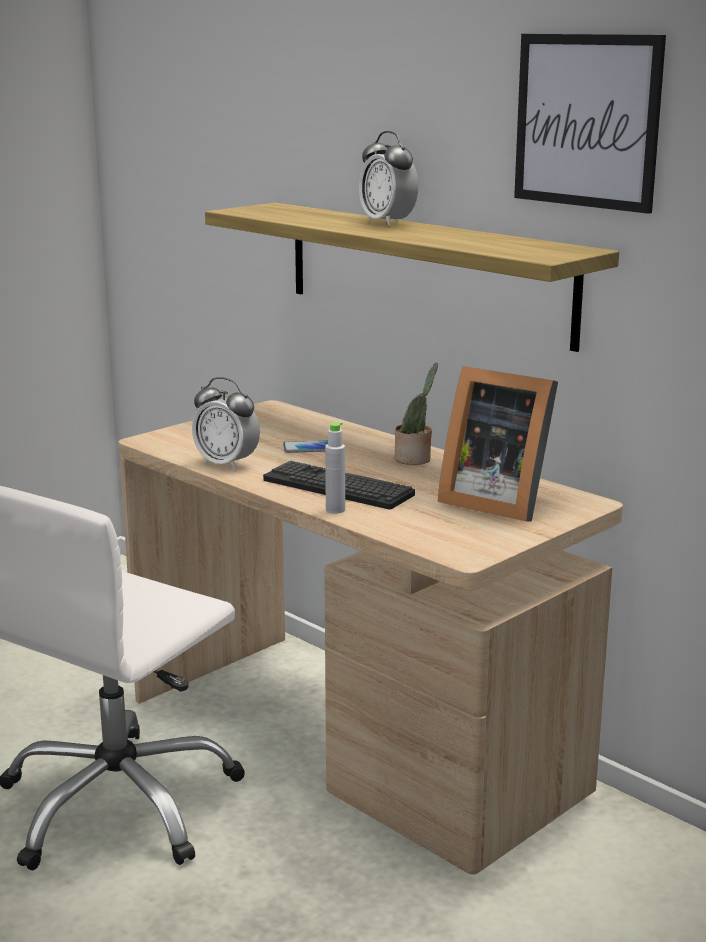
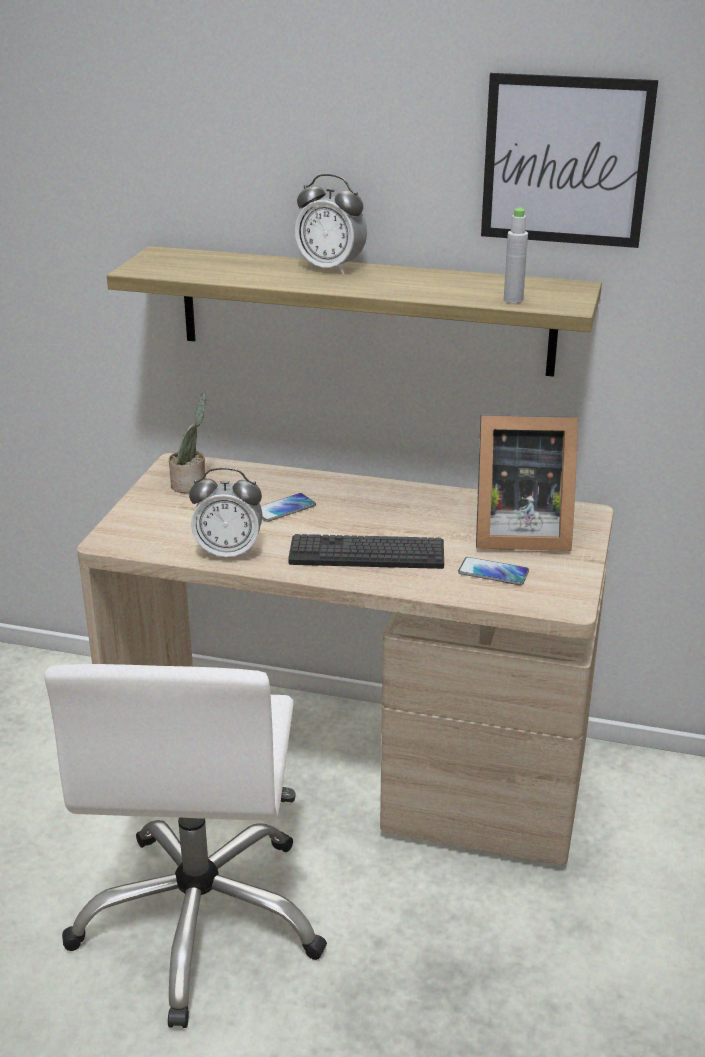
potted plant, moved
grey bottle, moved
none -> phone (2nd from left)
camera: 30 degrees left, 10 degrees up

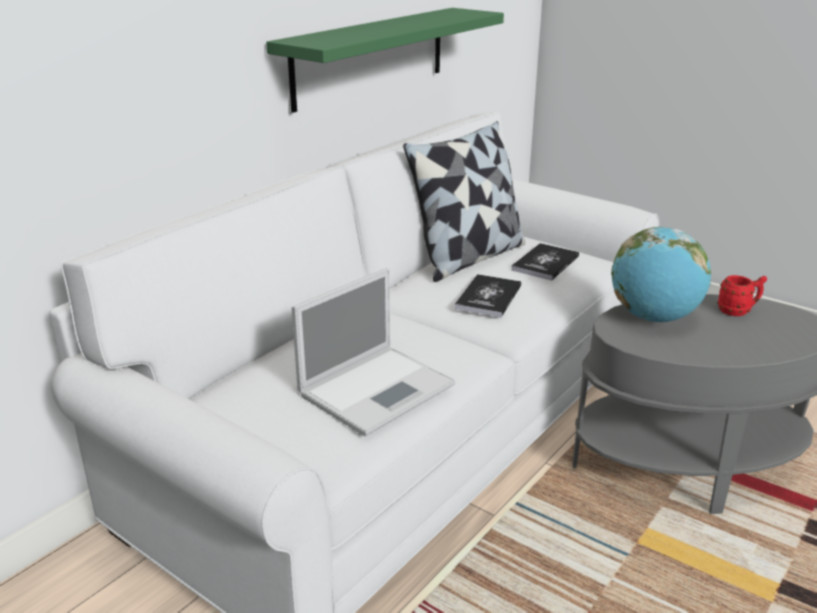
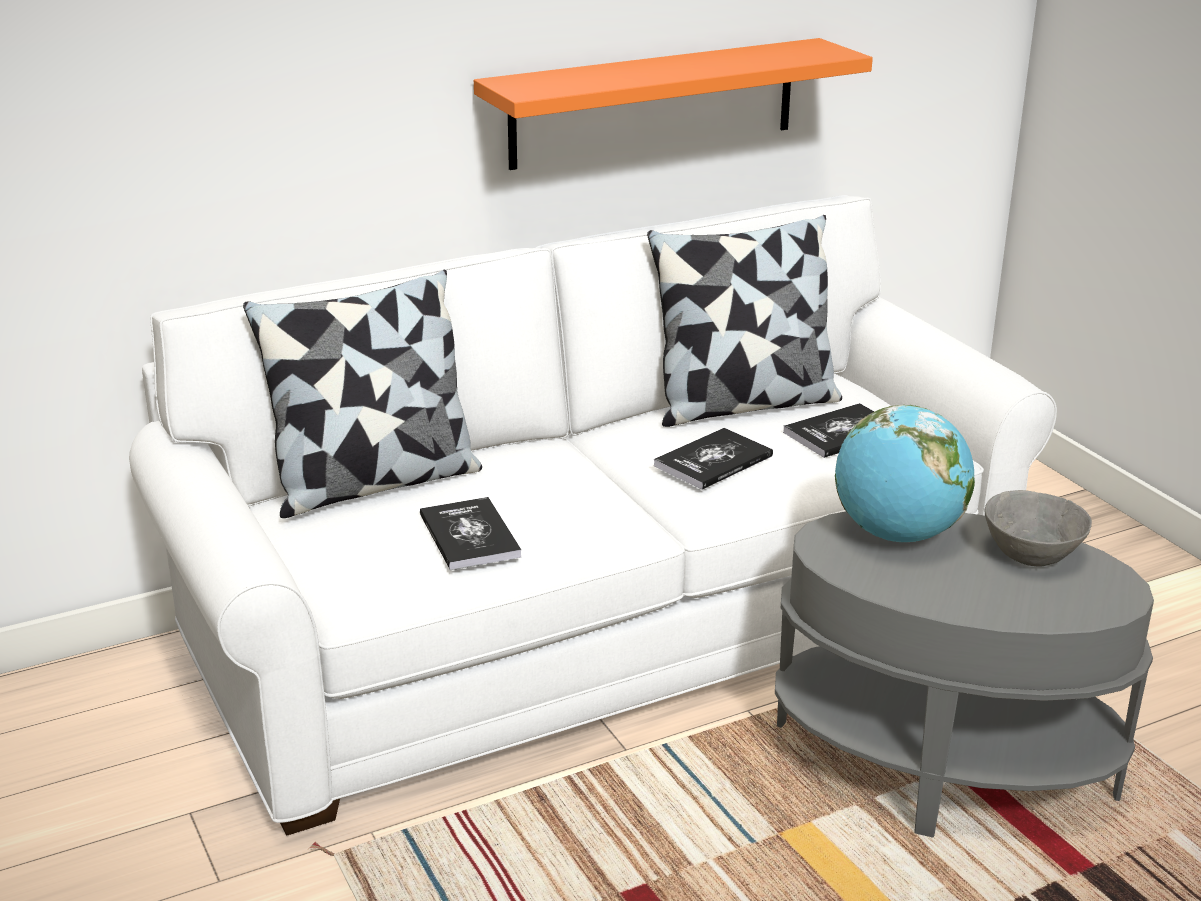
green shelf -> orange shelf
laptop -> book (1st from left)
red mug -> grey bowl
none -> pillow (1st from left)
camera: 25 degrees right, 0 degrees up

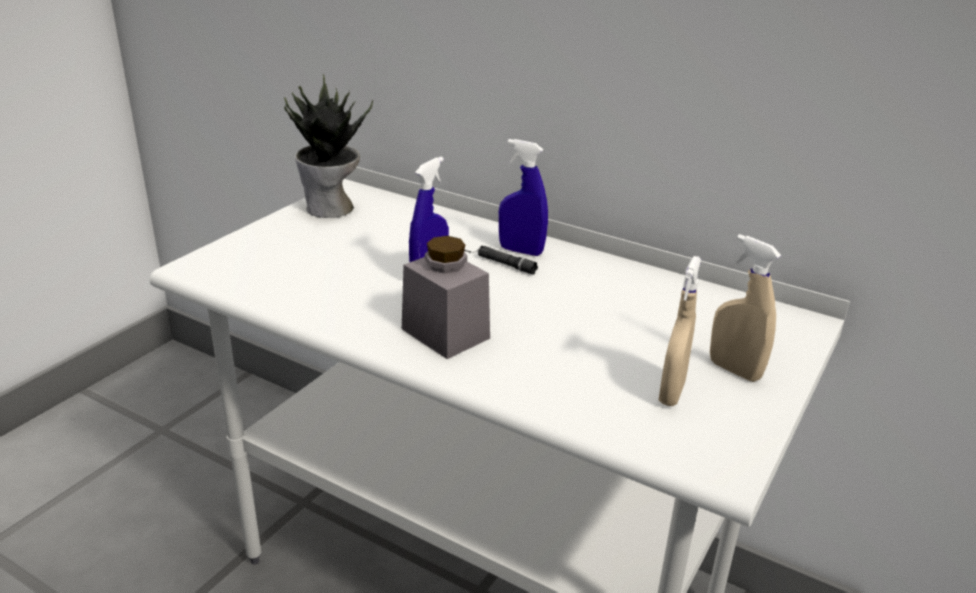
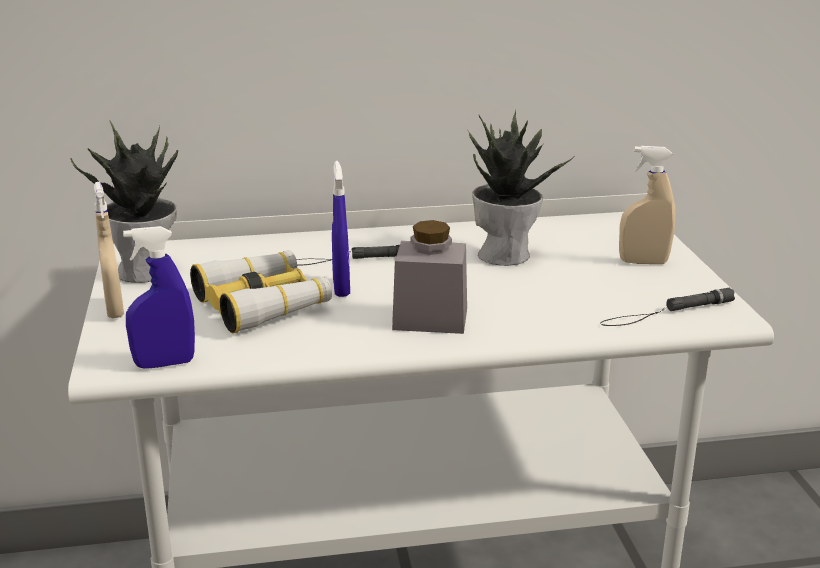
blue spray bottle (2nd from left in the first image) -> blue spray bottle (1st from left), moved
beige spray bottle (1st from left), moved
none -> potted plant (2nd from left)
none -> binoculars
none -> black flashlight (2nd from left)
camera: 40 degrees left, 5 degrees down

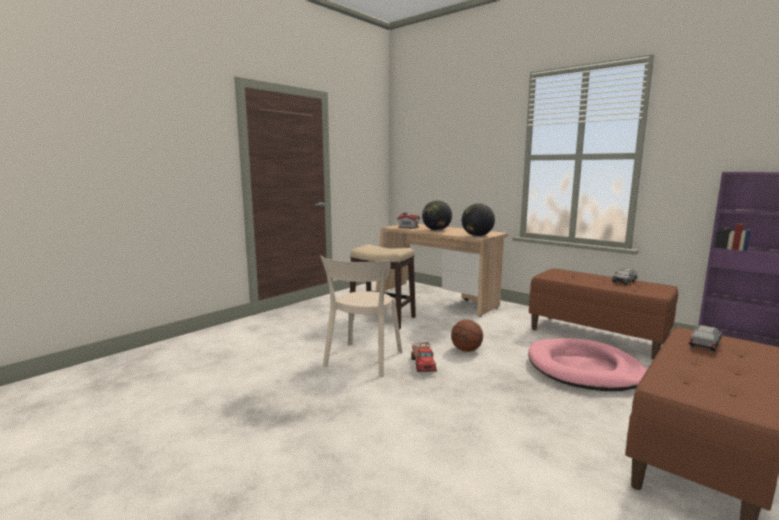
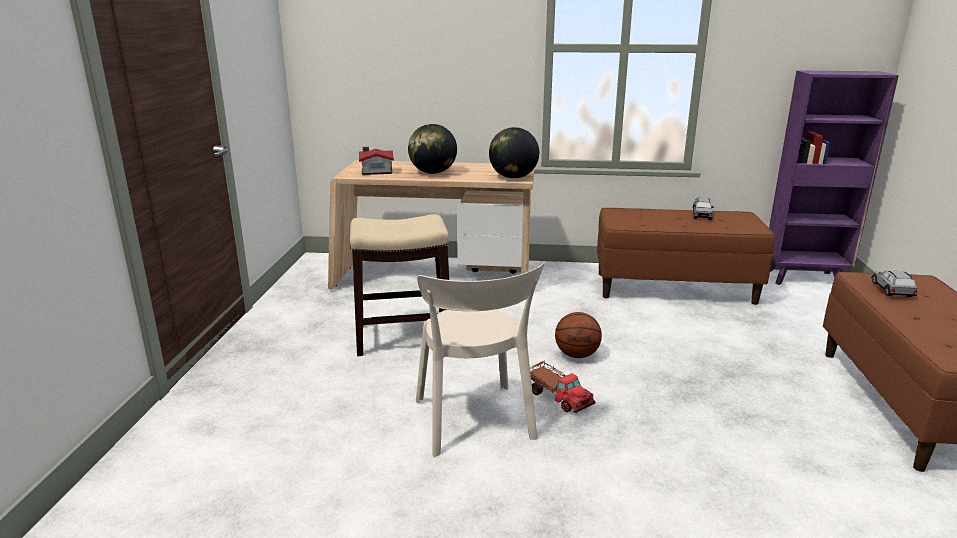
pink dog bed -> none
camera: 35 degrees left, 10 degrees up

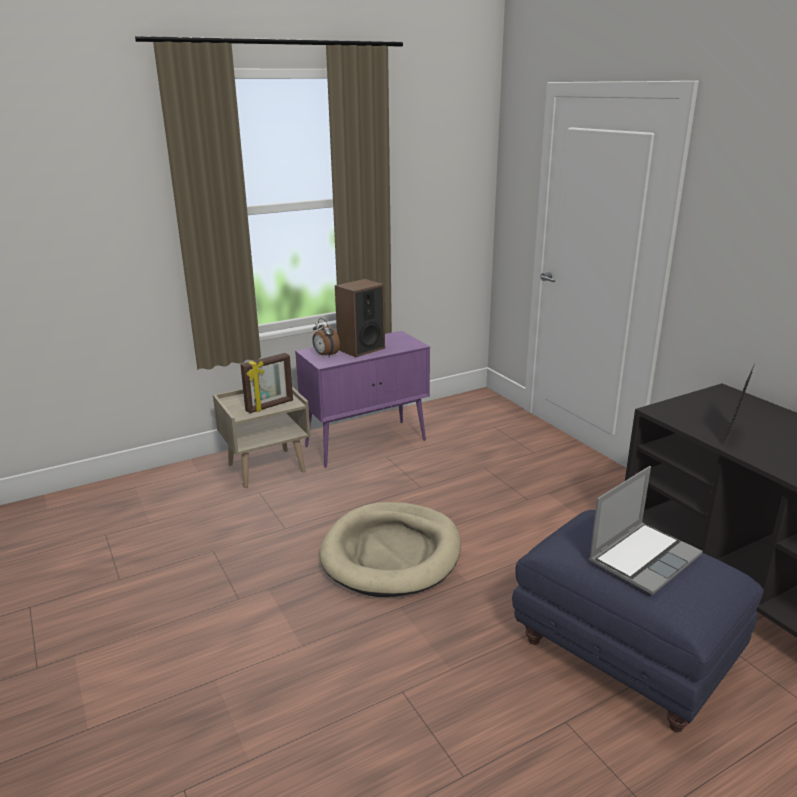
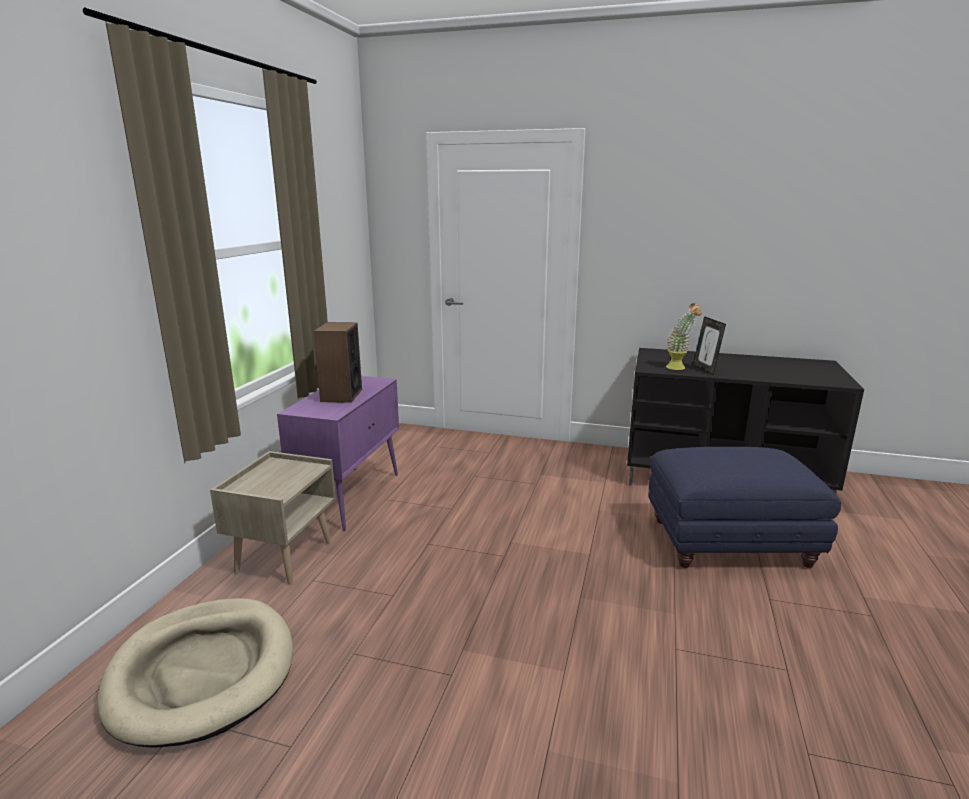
alarm clock -> none
picture frame (1st from left) -> none
laptop -> none
beige dog bed, moved
none -> potted plant
camera: 45 degrees left, 5 degrees down

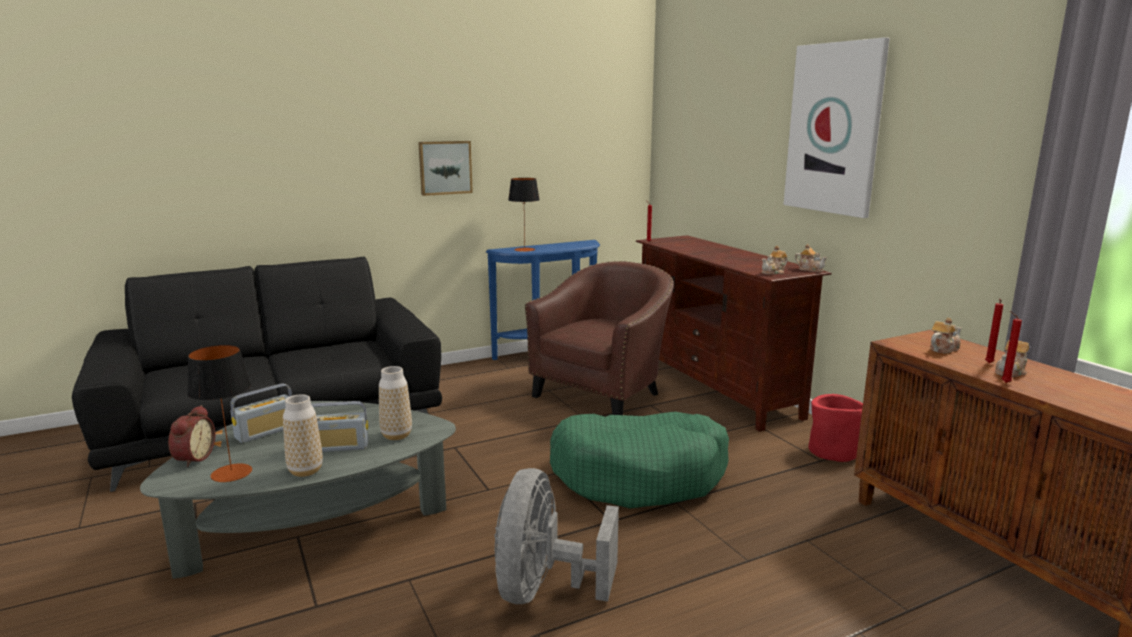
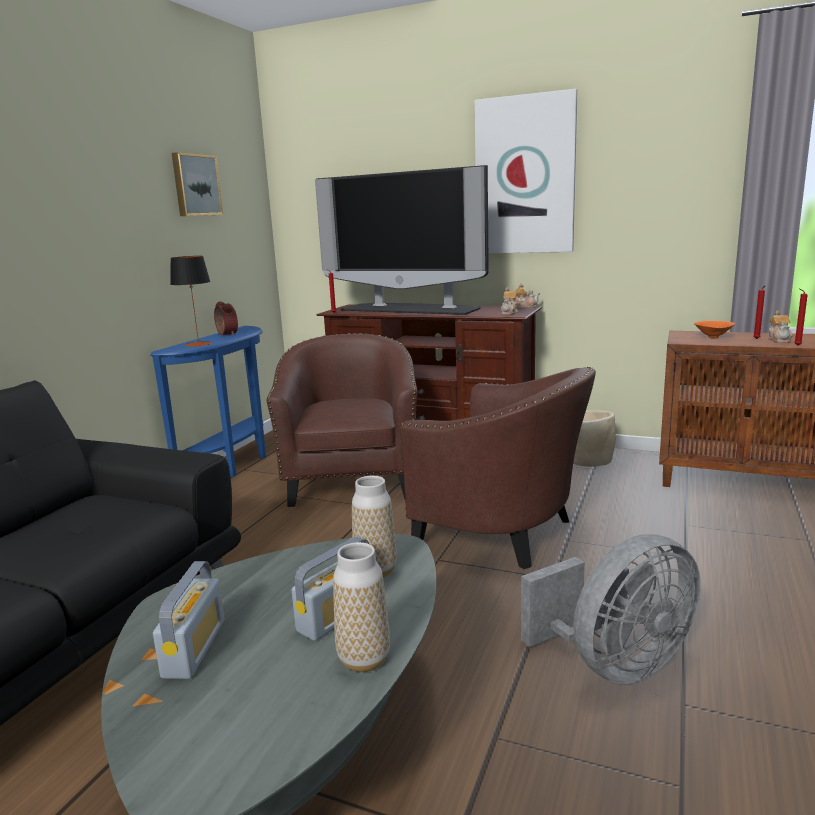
picture (1st from left), moved
teapot (3rd from left) -> orange bowl
table lamp (1st from left) -> none
red planter -> beige planter
alarm clock, moved
green dog bed -> brown armchair (2nd from left)
grey fan, 90 degrees counterclockwise
none -> television
camera: 40 degrees left, 0 degrees up

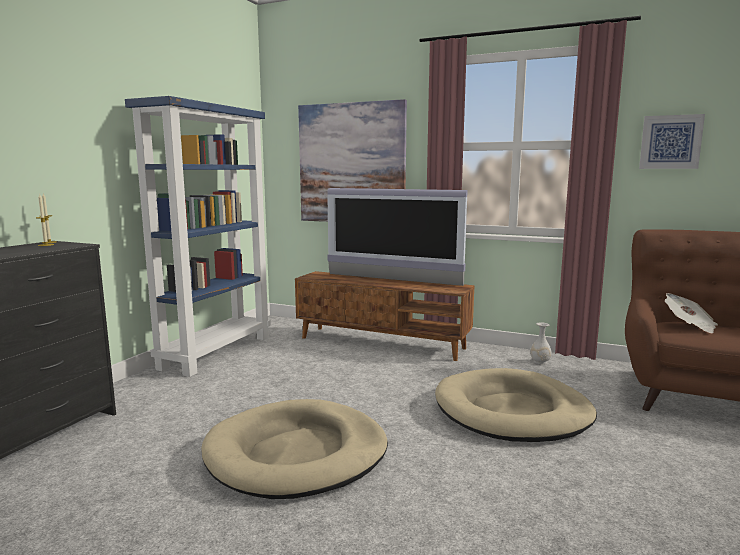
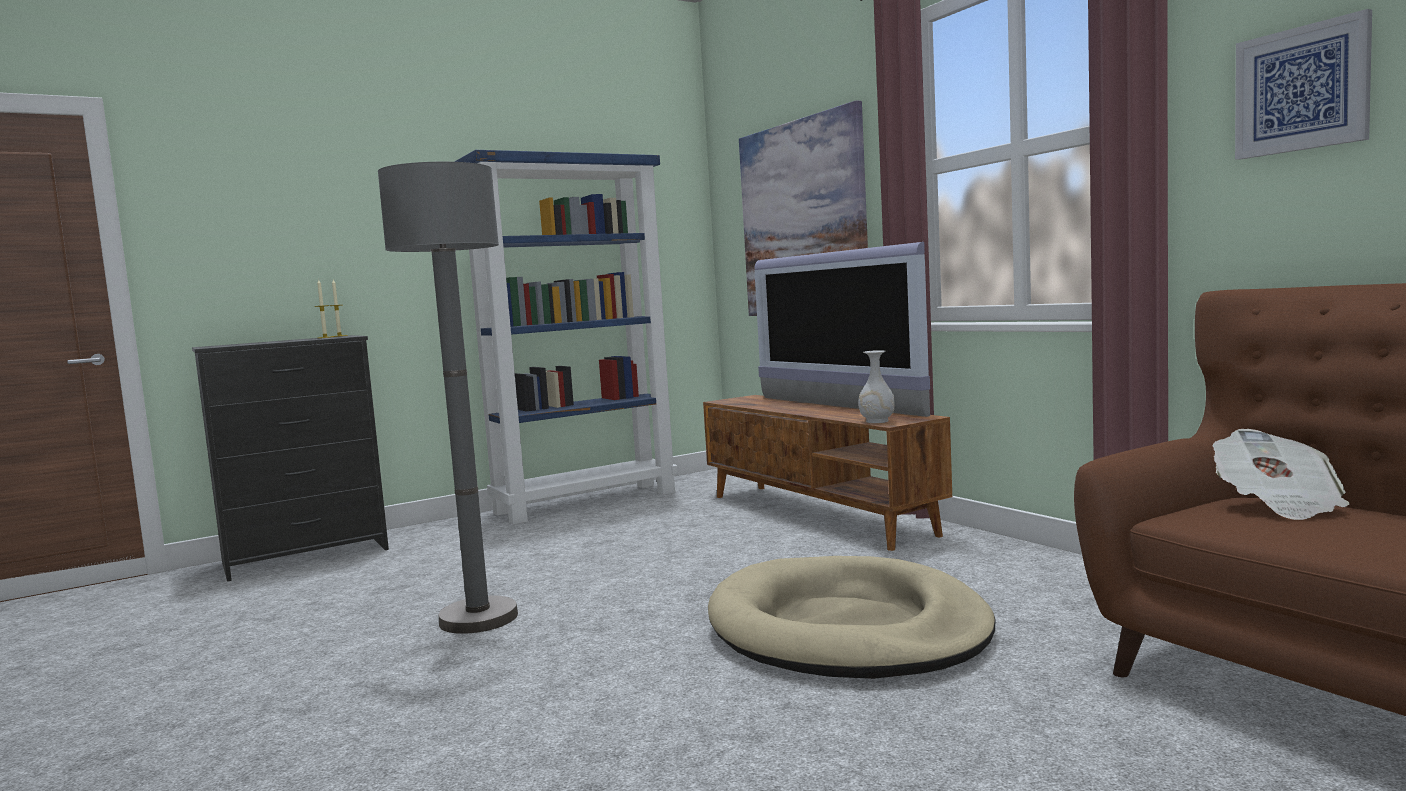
white vase, moved
beige dog bed (1st from left) -> grey floor lamp
camera: 35 degrees right, 5 degrees down

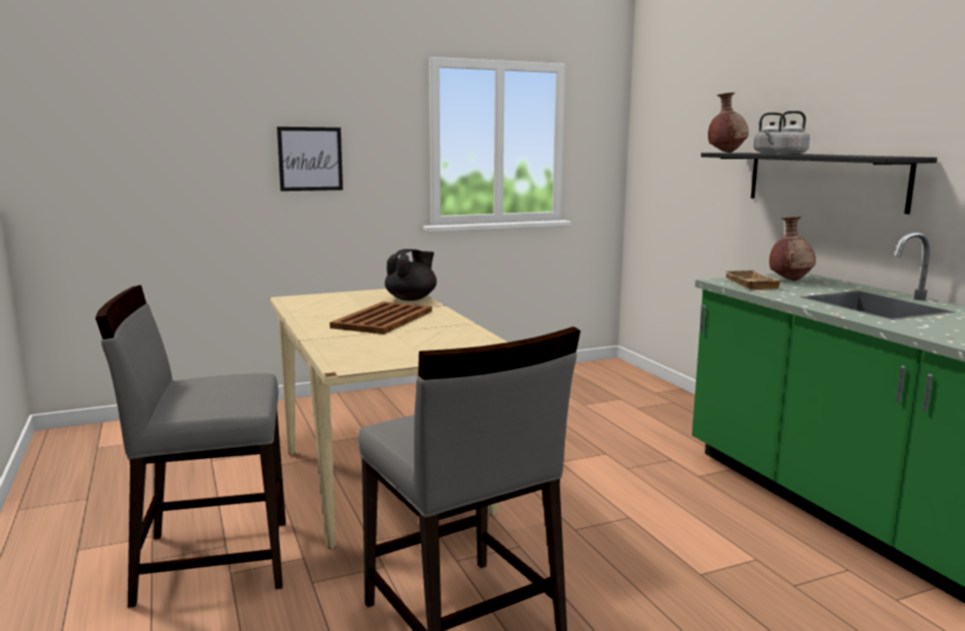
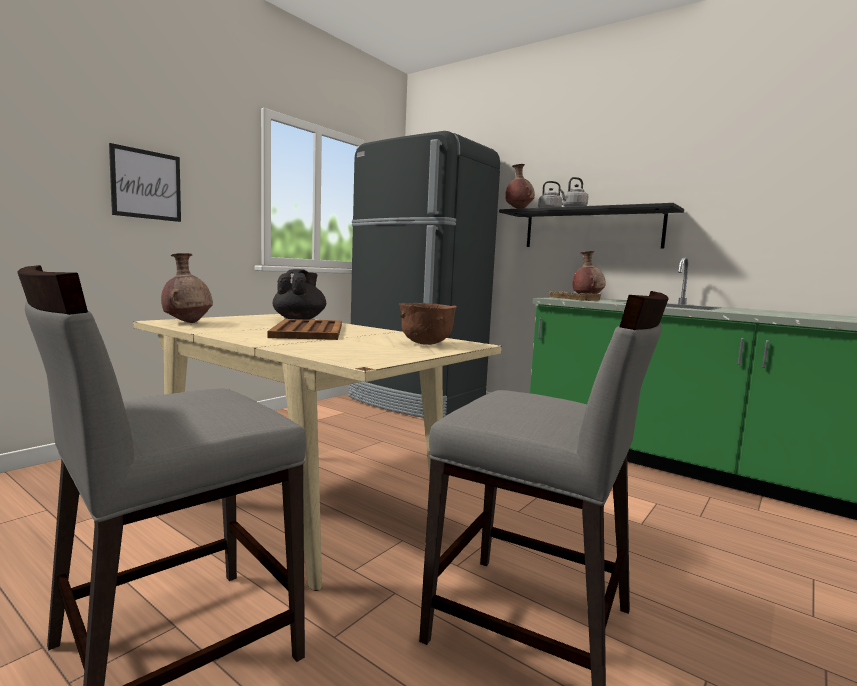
none -> black fridge
none -> brown vase (1st from left)
none -> brown bowl
camera: 30 degrees left, 5 degrees down

